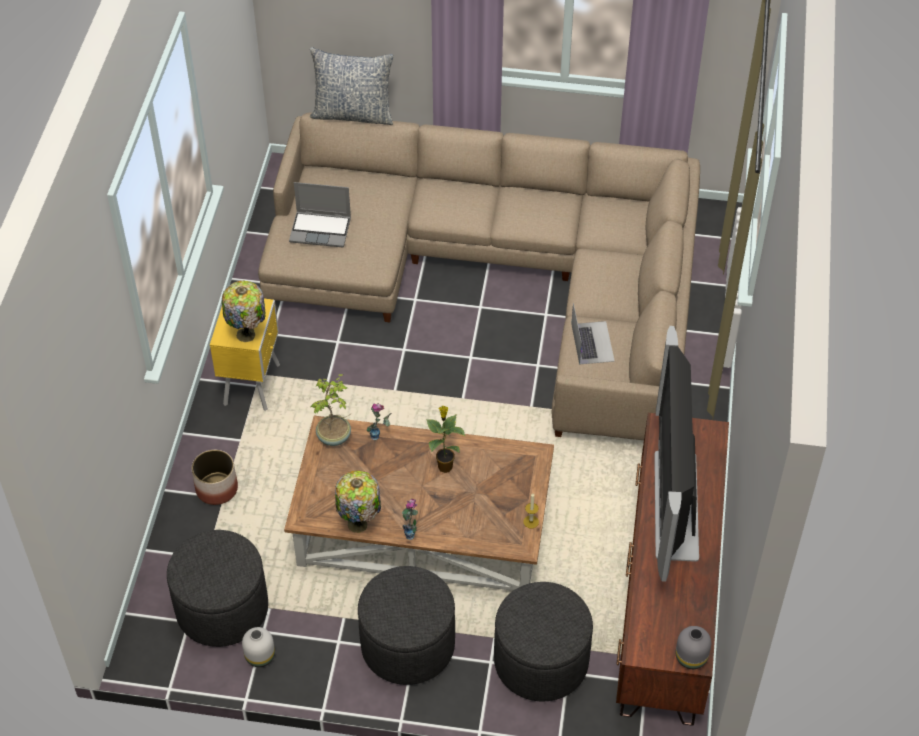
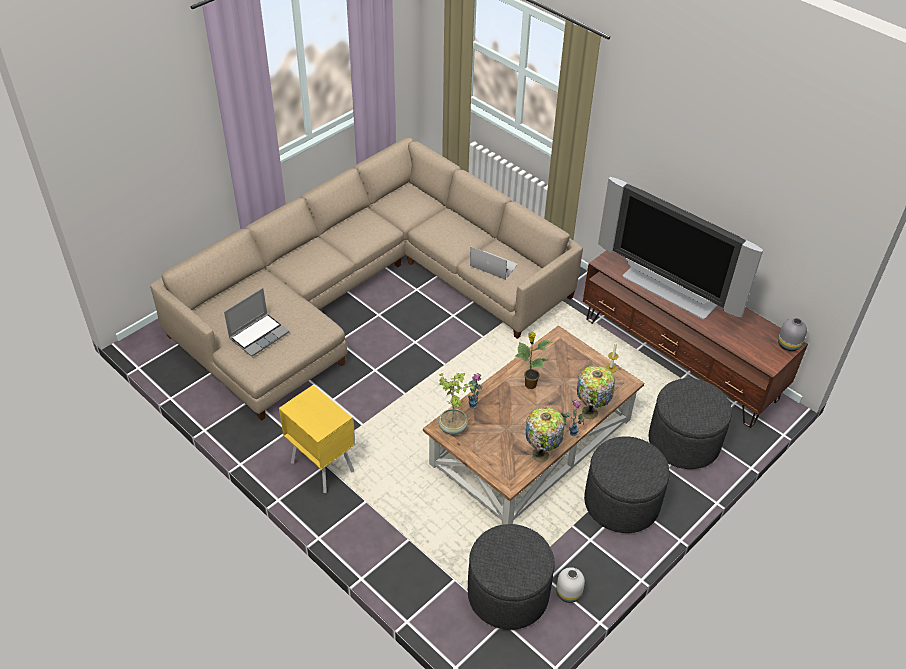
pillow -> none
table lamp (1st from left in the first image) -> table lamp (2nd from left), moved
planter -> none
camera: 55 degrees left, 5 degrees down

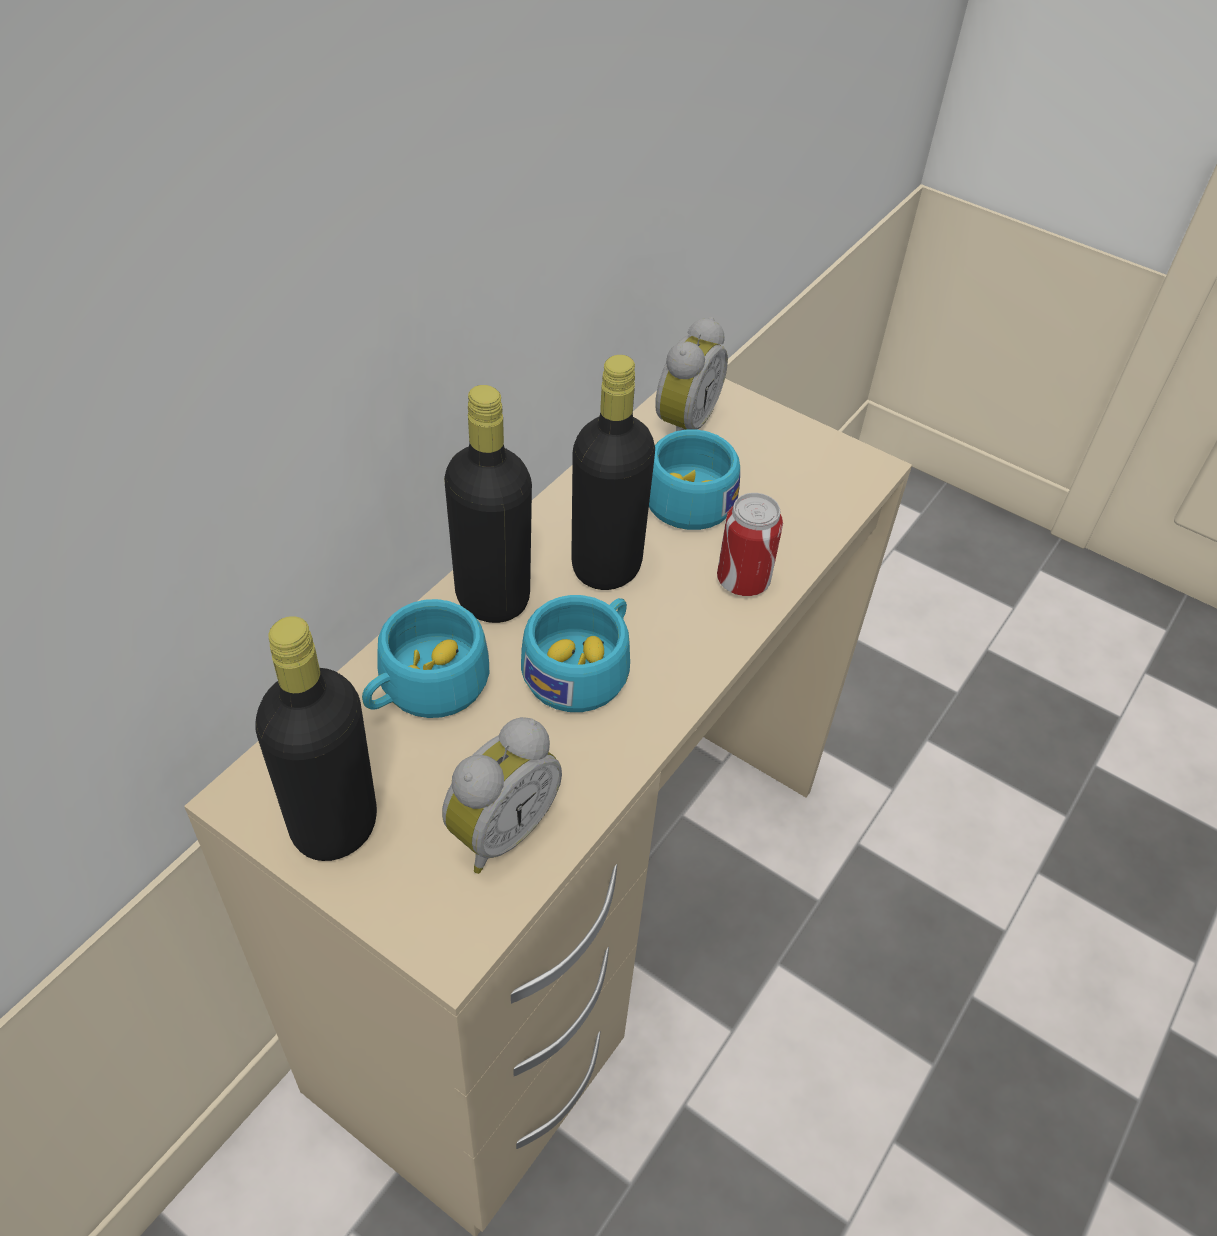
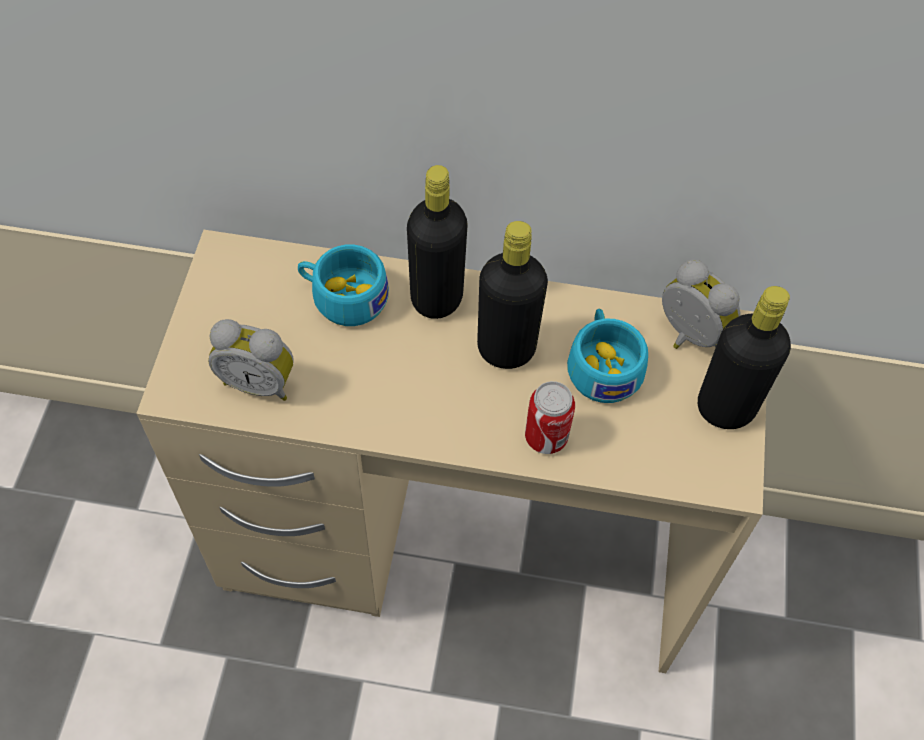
alarm clock (2nd from left), 135 degrees counterclockwise
turquoise cup (2nd from left) -> none
black bottle (1st from left in the first image) -> black bottle (3rd from left), moved
camera: 65 degrees right, 10 degrees up

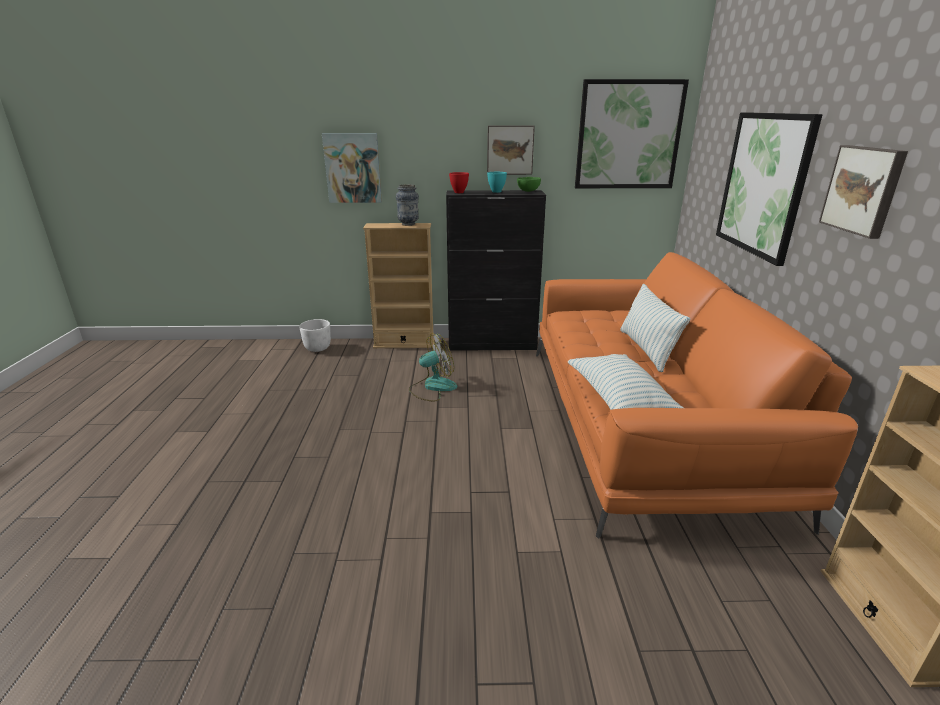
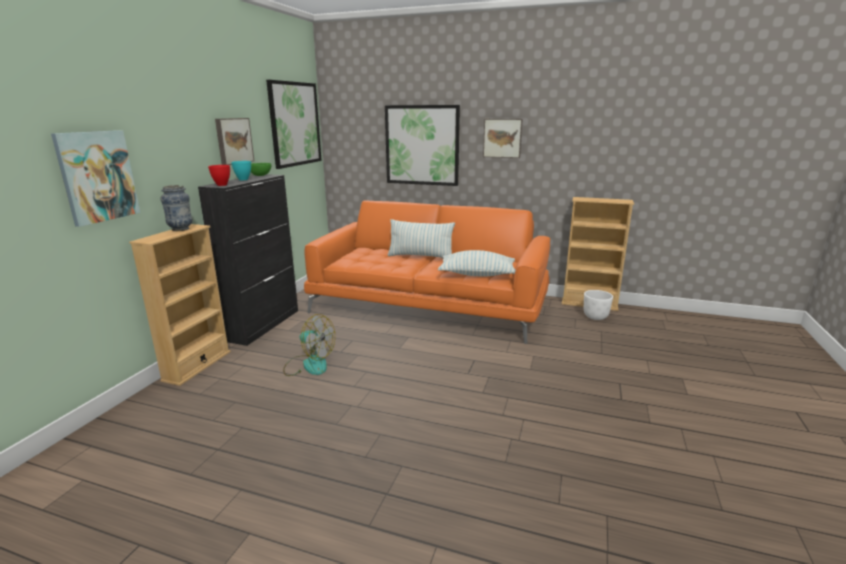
white planter, moved
fan, 120 degrees clockwise
camera: 70 degrees left, 5 degrees down

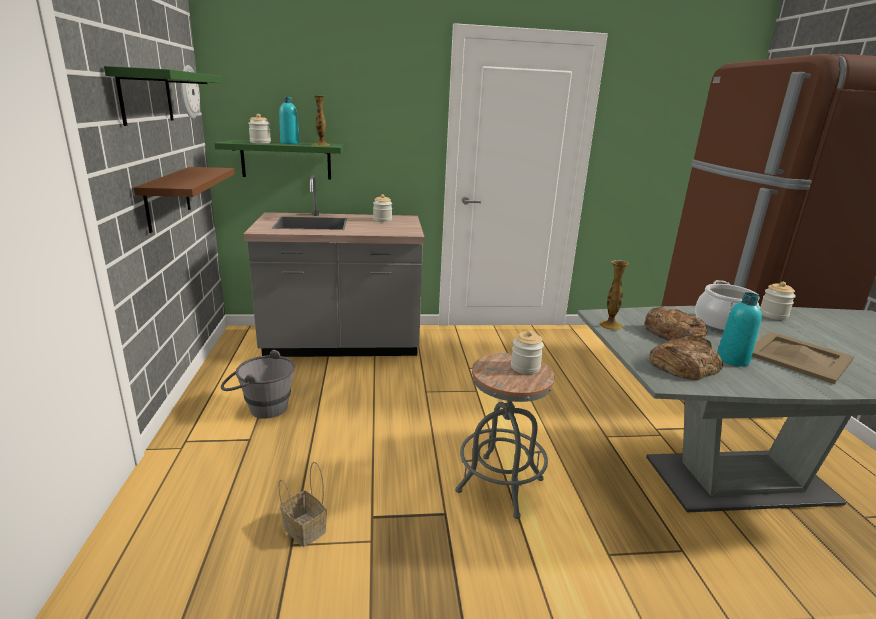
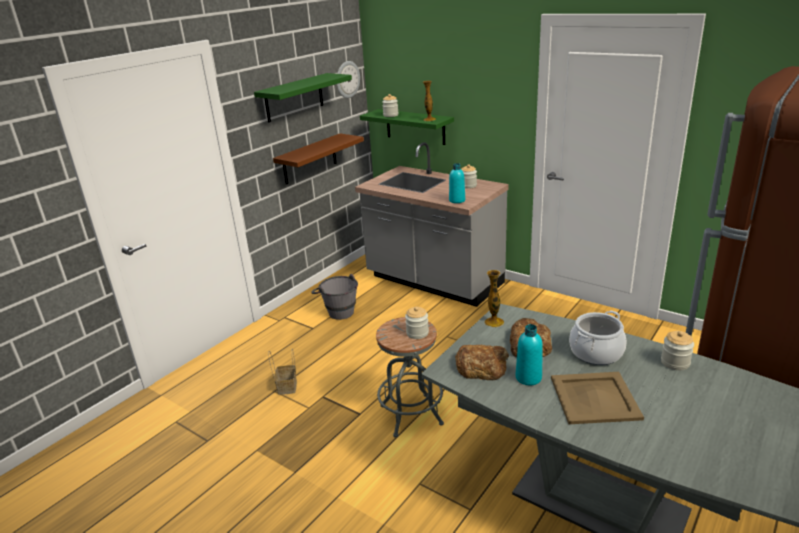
turquoise bottle (1st from left), moved
camera: 45 degrees right, 5 degrees up

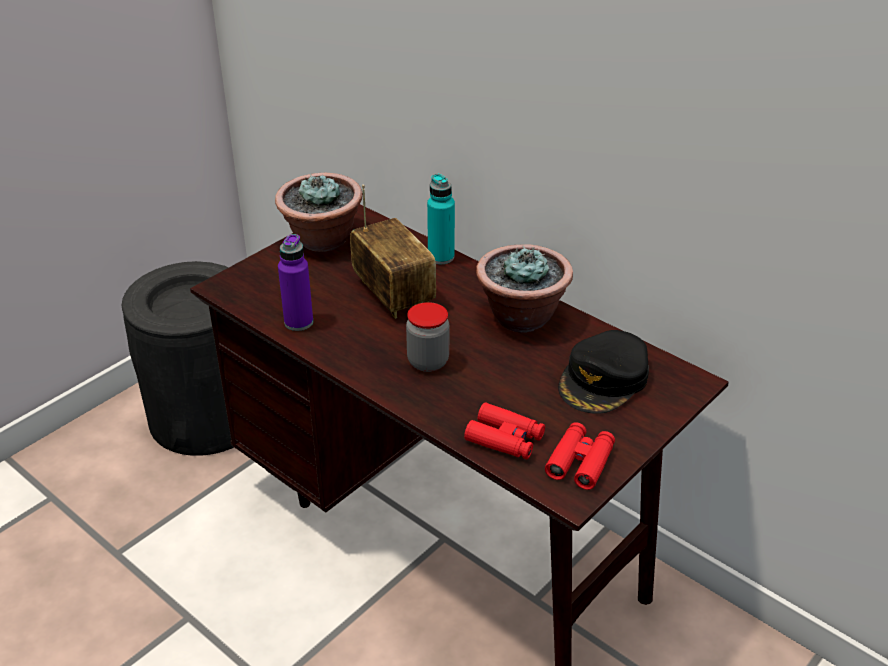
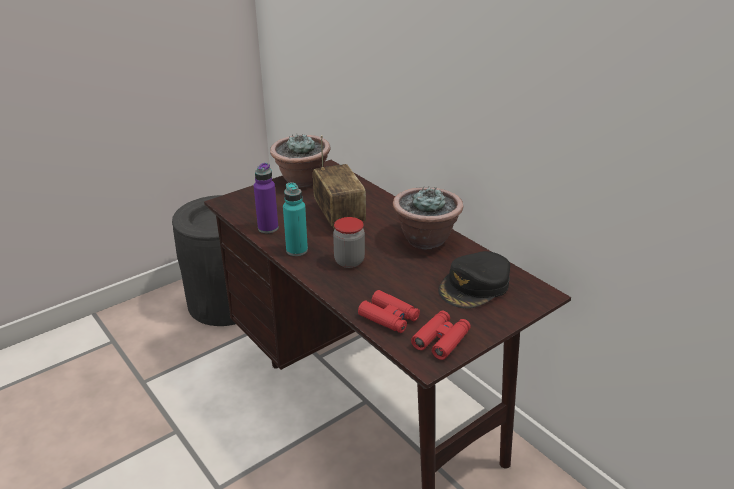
turquoise bottle, moved
camera: 10 degrees right, 5 degrees down

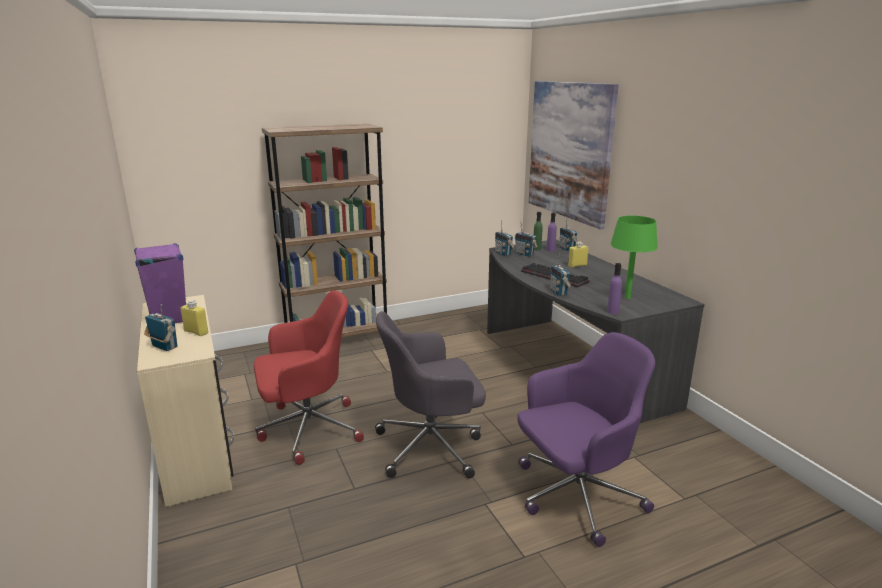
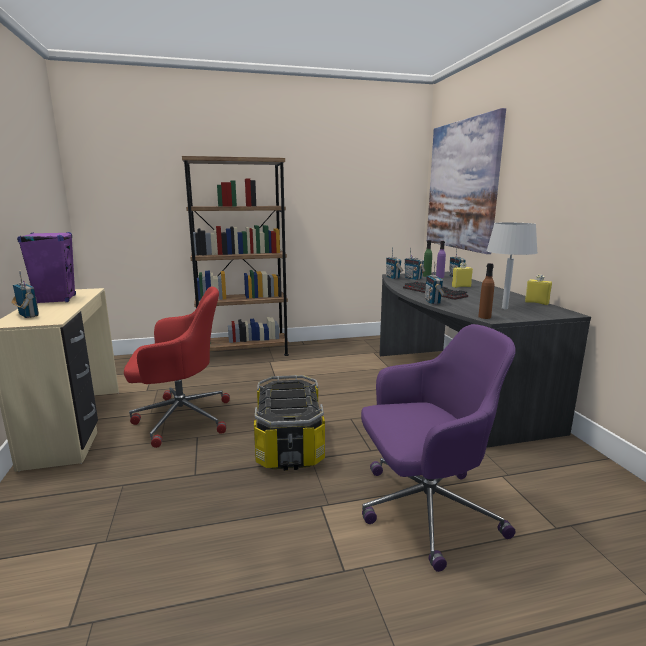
green table lamp -> grey table lamp
purple bottle (2nd from left) -> brown bottle
yellow bottle (1st from left in the first image) -> yellow bottle (2nd from left), moved
grey office chair -> storage box
camera: 10 degrees right, 5 degrees down

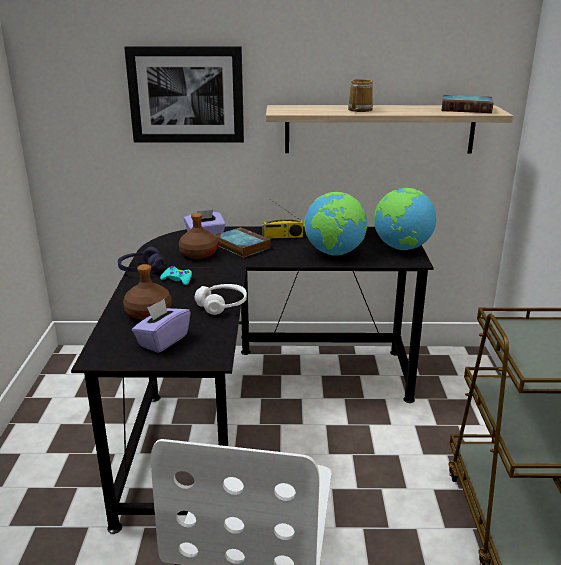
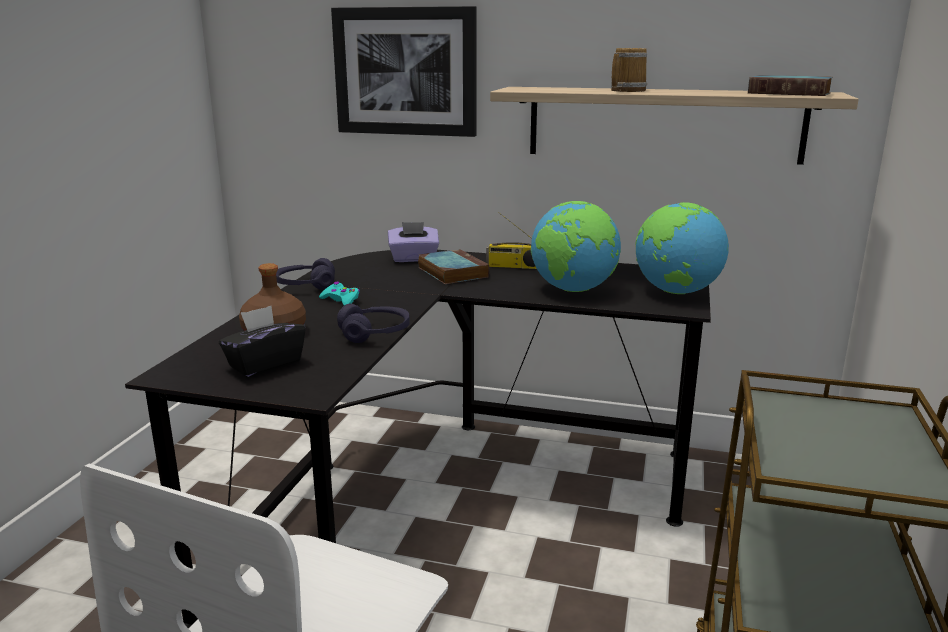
brown bottle (2nd from left) -> none
white headphones -> purple headphones (2nd from left)
purple tissue box (1st from left) -> black tissue box
camera: 15 degrees right, 5 degrees down

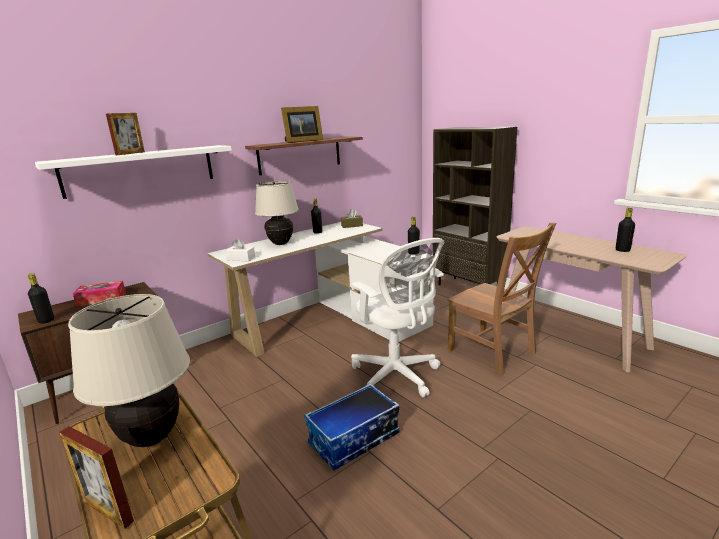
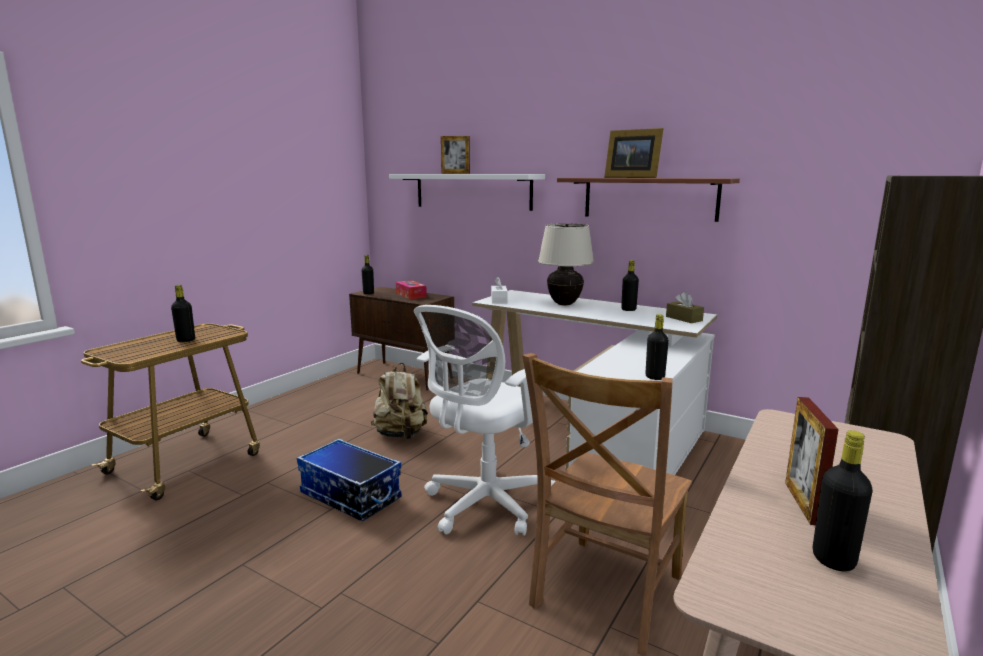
beige table lamp (1st from left) -> black bottle (1st from left)
picture frame (1st from left in the first image) -> picture frame (3rd from left), moved
none -> beige backpack
camera: 70 degrees right, 5 degrees down

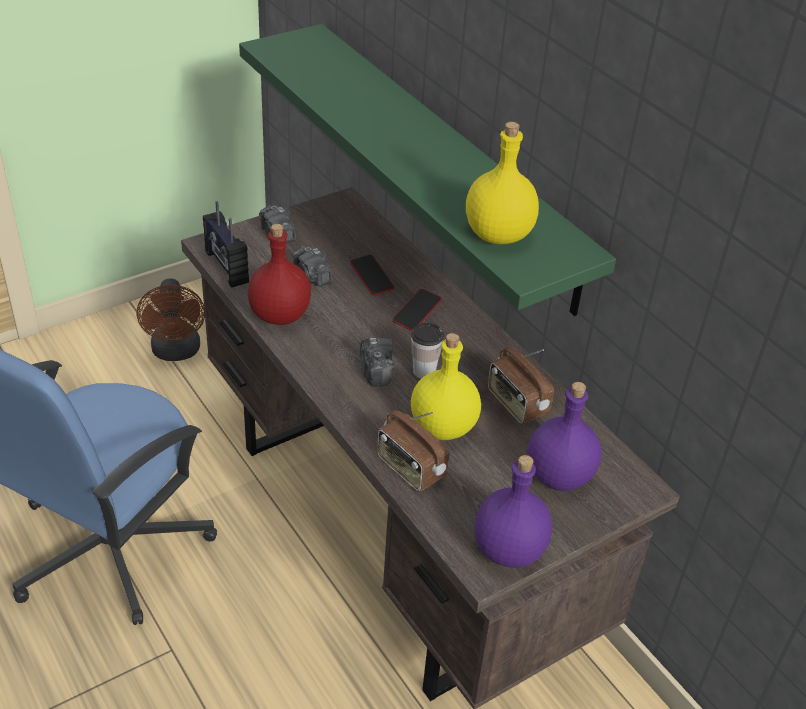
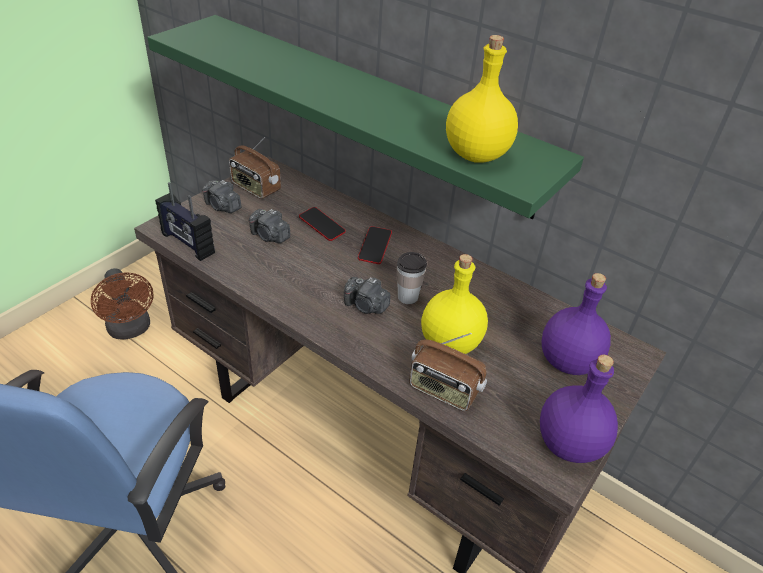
red bottle -> none
photo camera (3rd from left), 150 degrees clockwise
radio (3rd from left in the first image) -> radio (2nd from left), moved
camera: 20 degrees left, 0 degrees up

